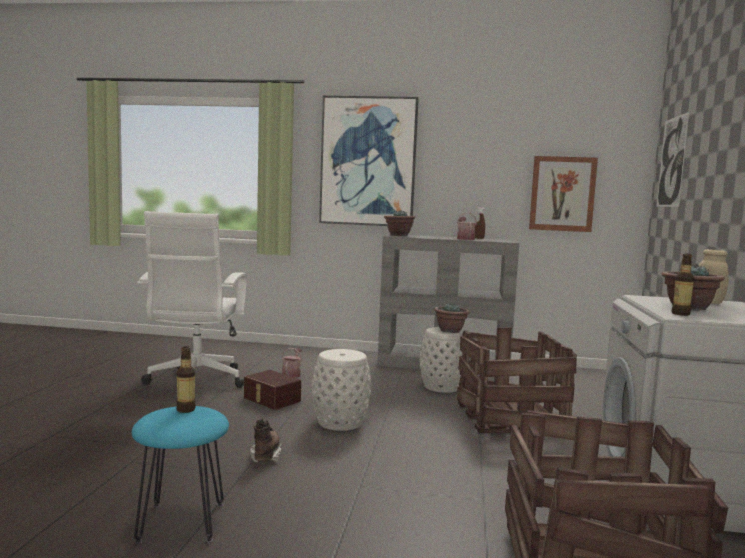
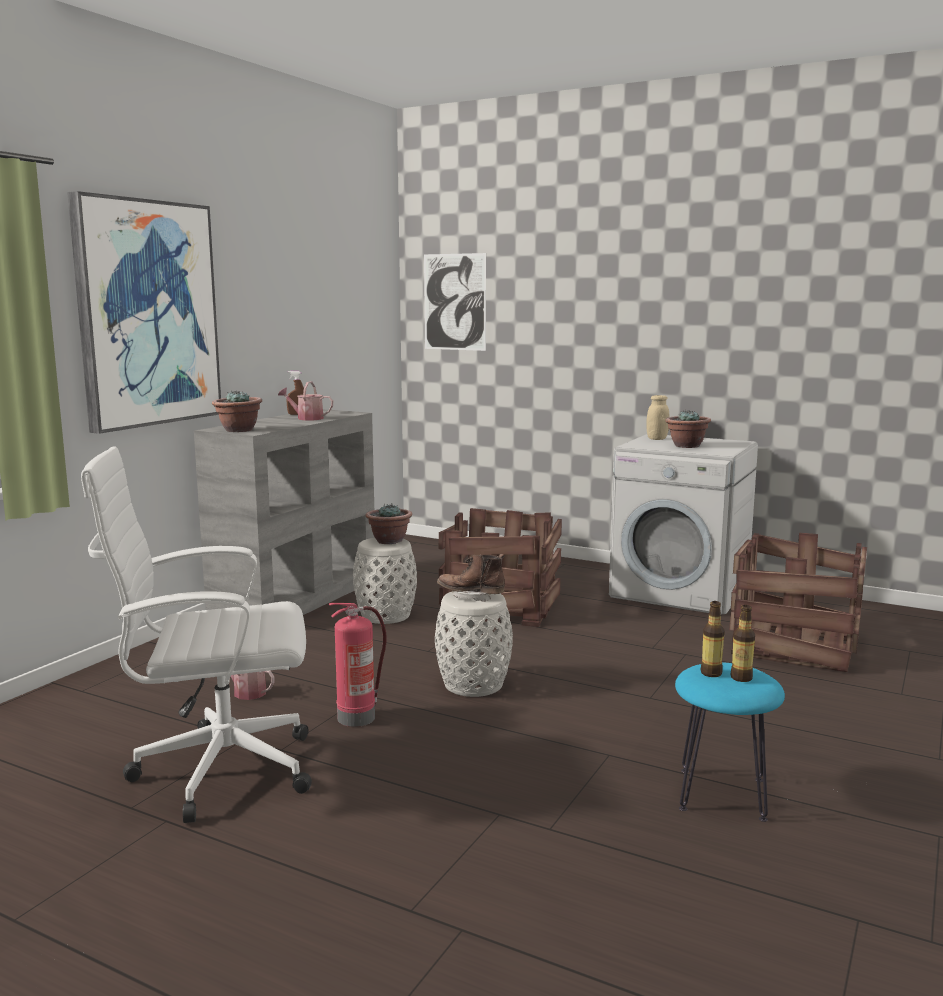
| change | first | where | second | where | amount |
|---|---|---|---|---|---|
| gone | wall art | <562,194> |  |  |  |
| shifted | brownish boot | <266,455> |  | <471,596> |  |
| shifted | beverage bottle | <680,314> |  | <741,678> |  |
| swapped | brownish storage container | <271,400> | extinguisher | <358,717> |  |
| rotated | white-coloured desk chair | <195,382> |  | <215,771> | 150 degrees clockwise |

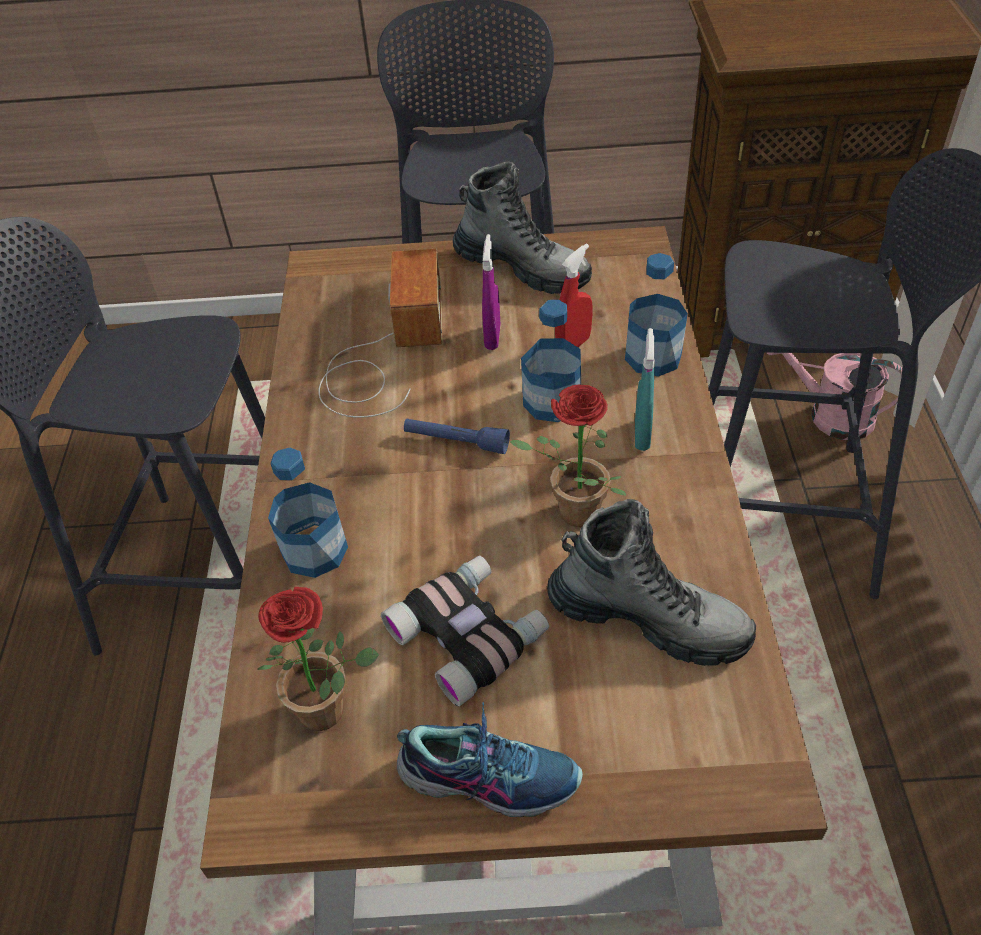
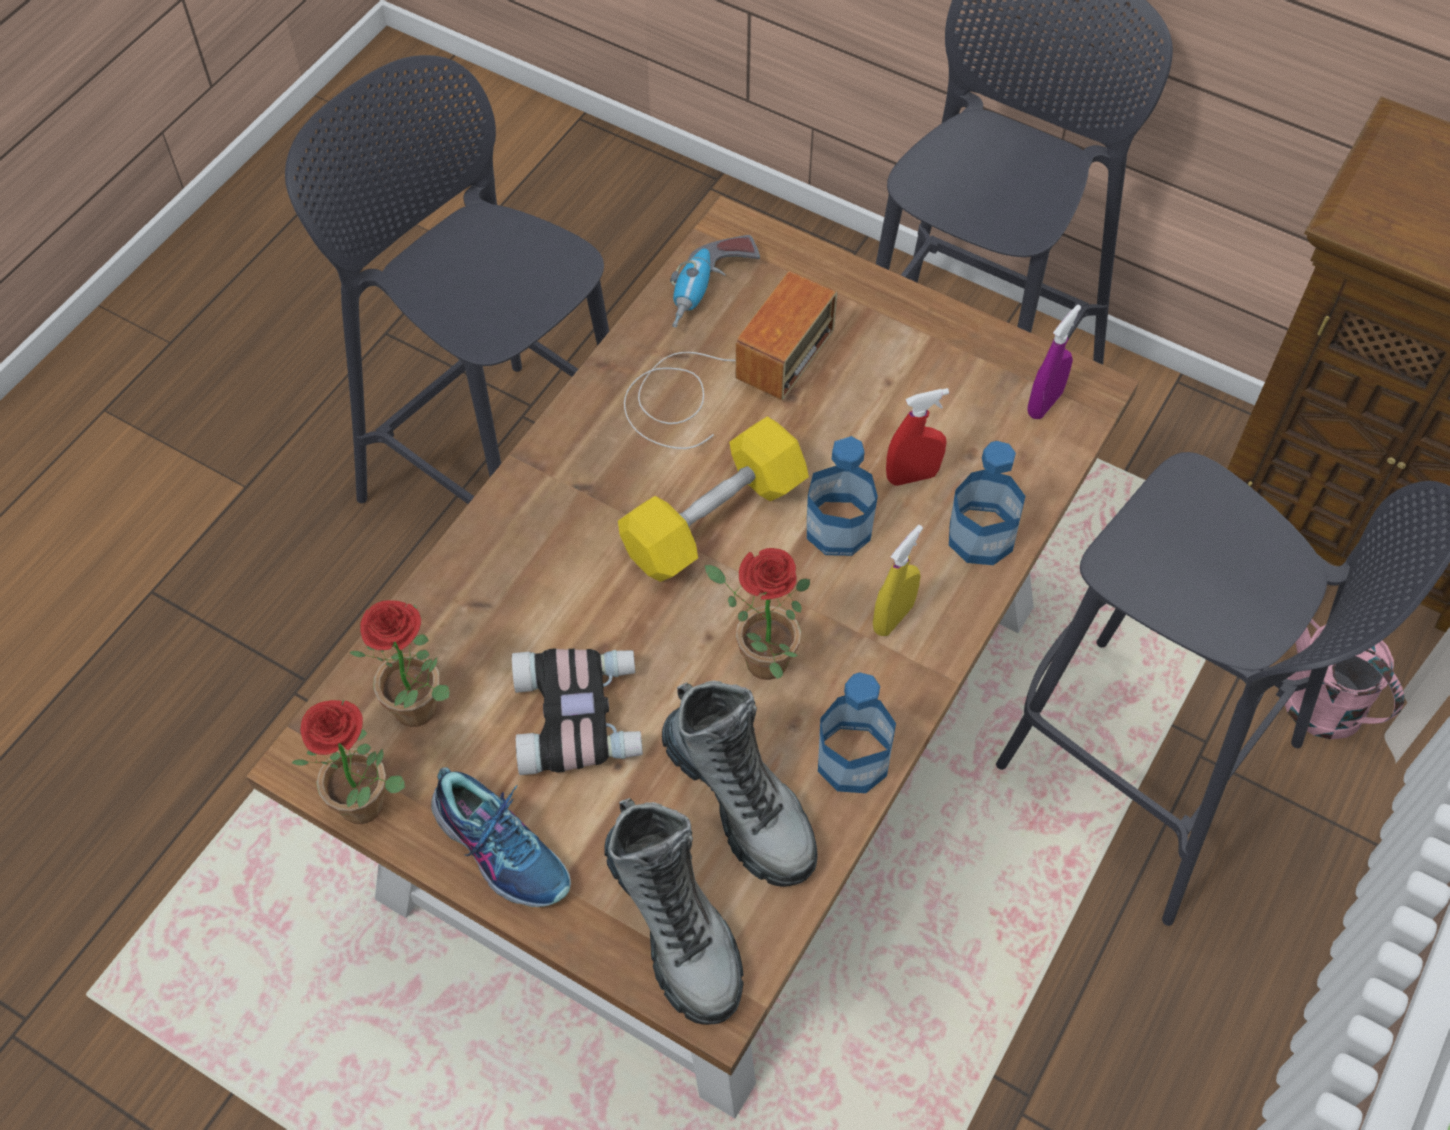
| change | first | where | second | where | amount |
|---|---|---|---|---|---|
| new |  |  | houseplant | <372,805> |  |
| new |  |  | electric drill | <710,291> |  |
| shifted | beverage bottle | <314,550> |  | <852,760> |  |
| shifted | boot | <522,268> |  | <674,925> |  |
| shifted | purple sprayer | <492,337> |  | <1044,403> |  |
| swapped | blue-coloured torch | <456,442> | yellow-coloured hand weight | <714,519> |  |
| repainted | turquoise sprayer | <642,435> | yellow-coloured sprayer | <893,617> |  |

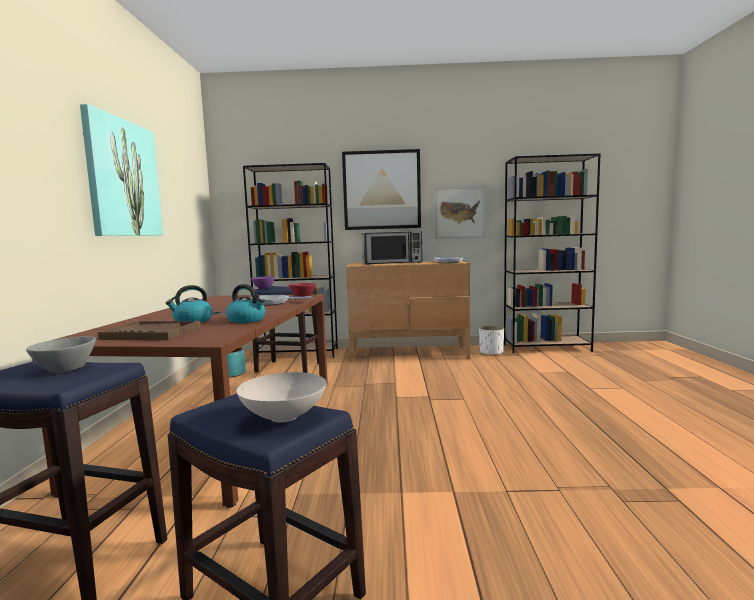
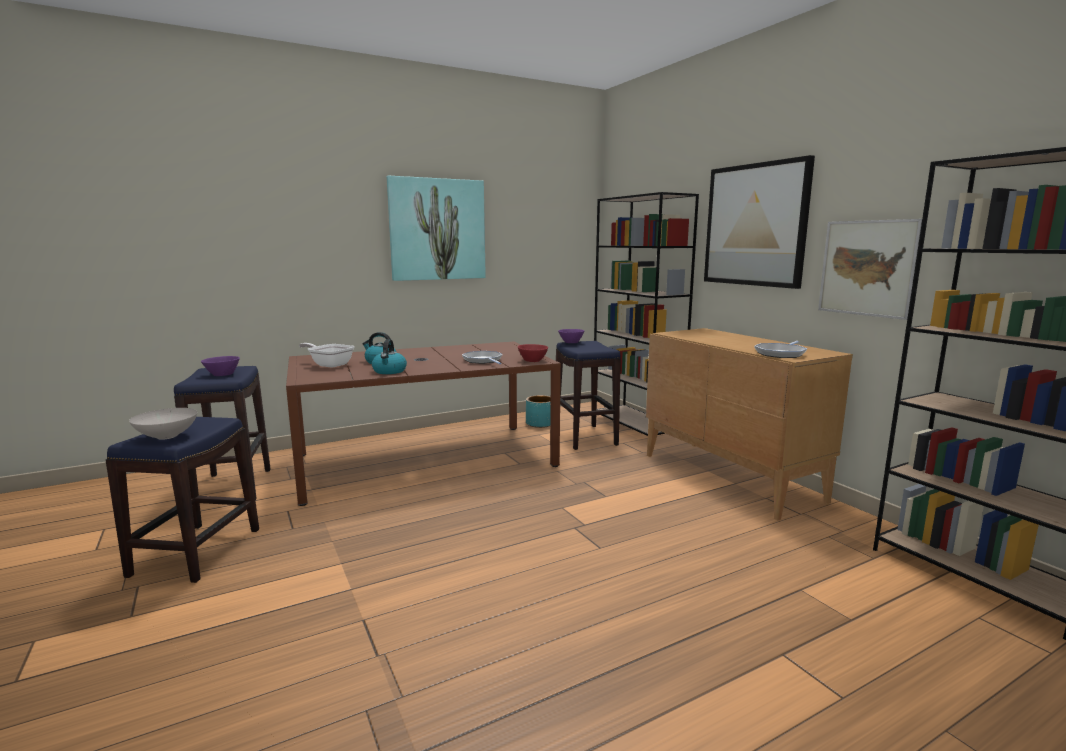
| change | first | where | second | where | amount |
|---|---|---|---|---|---|
| gone | microwave oven | <392,263> |  |  |  |
| gone | white-coloured plant pot | <491,352> |  |  |  |
| swapped | brownish carrying tray | <151,333> | skillet | <329,365> |  |
| repainted | grey deep dish | <64,369> | purple deep dish | <223,374> |  |

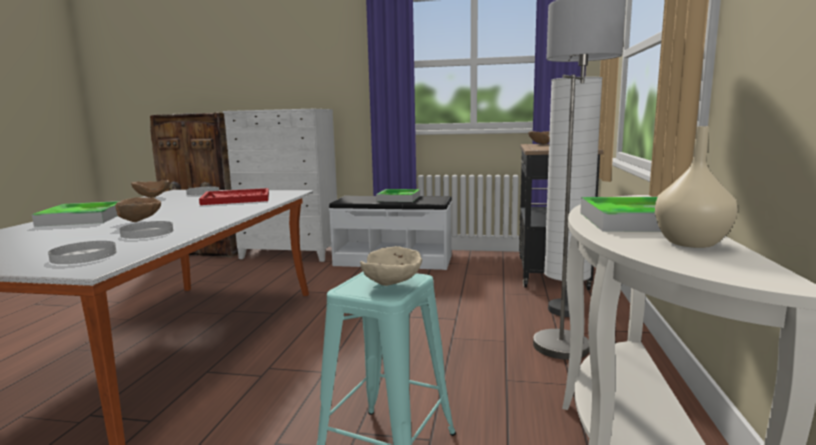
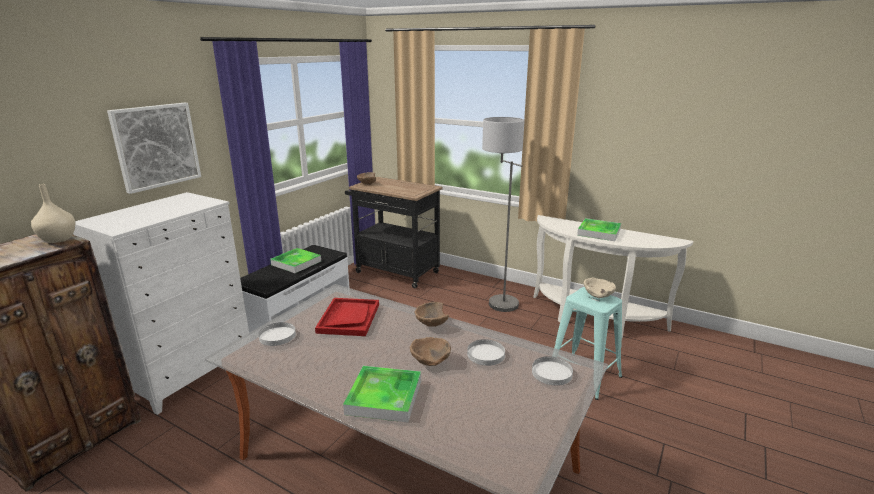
| change | first | where | second | where | amount |
|---|---|---|---|---|---|
| gone | white-coloured standing lamp | <565,310> |  |  |  |
| new |  |  | wall art | <156,146> |  |
| shifted | brownish deep dish | <152,197> |  | <431,324> |  |
| shifted | beige vase | <692,243> |  | <59,239> |  |

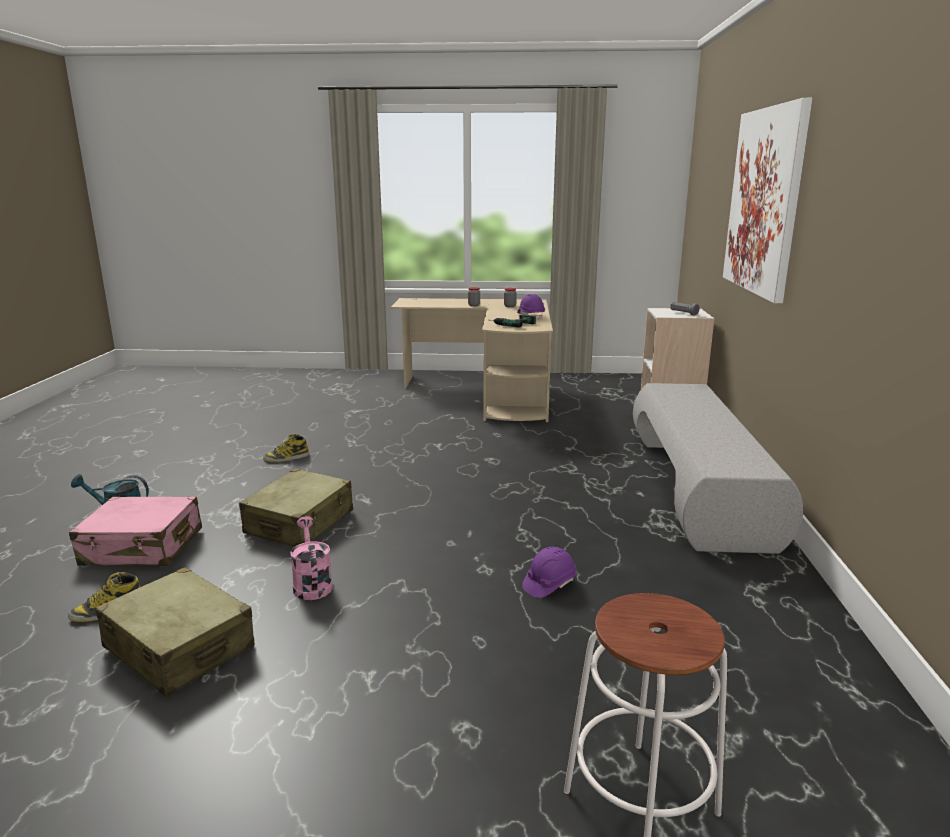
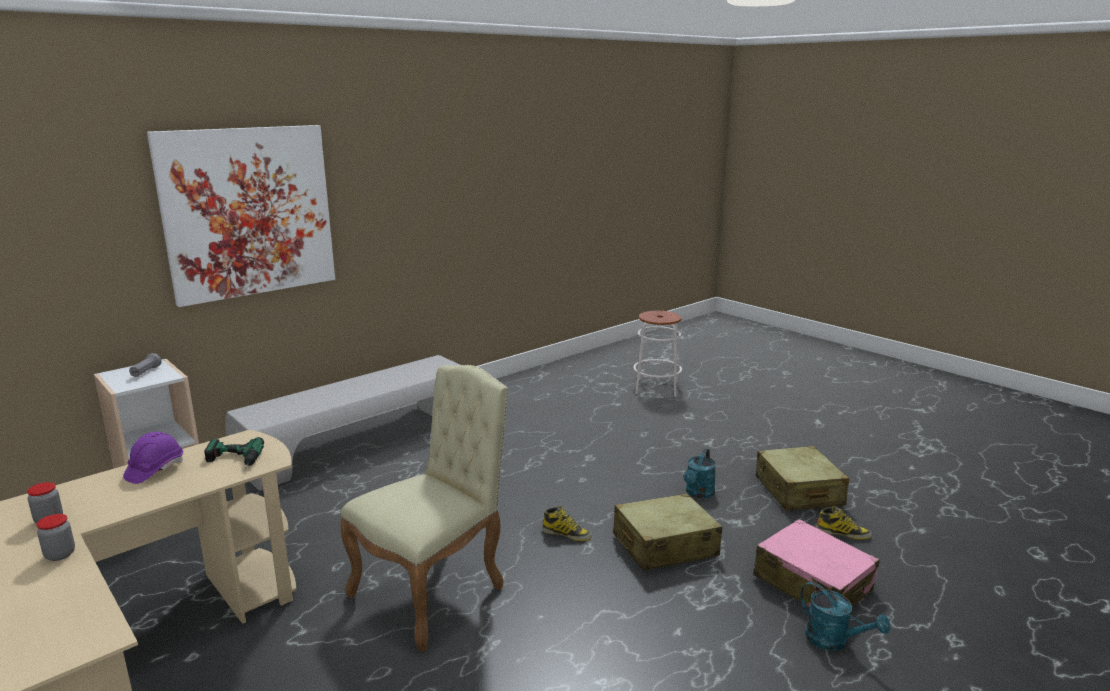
| change | first | where | second | where | amount |
|---|---|---|---|---|---|
| gone | purple work helmet | <549,584> |  |  |  |
| new |  |  | beige upright chair | <433,592> |  |
| shifted | boot | <286,458> |  | <567,534> |  |
| repainted | pinkish sprinkling can | <311,583> | turquoise sprinkling can | <698,493> |  |

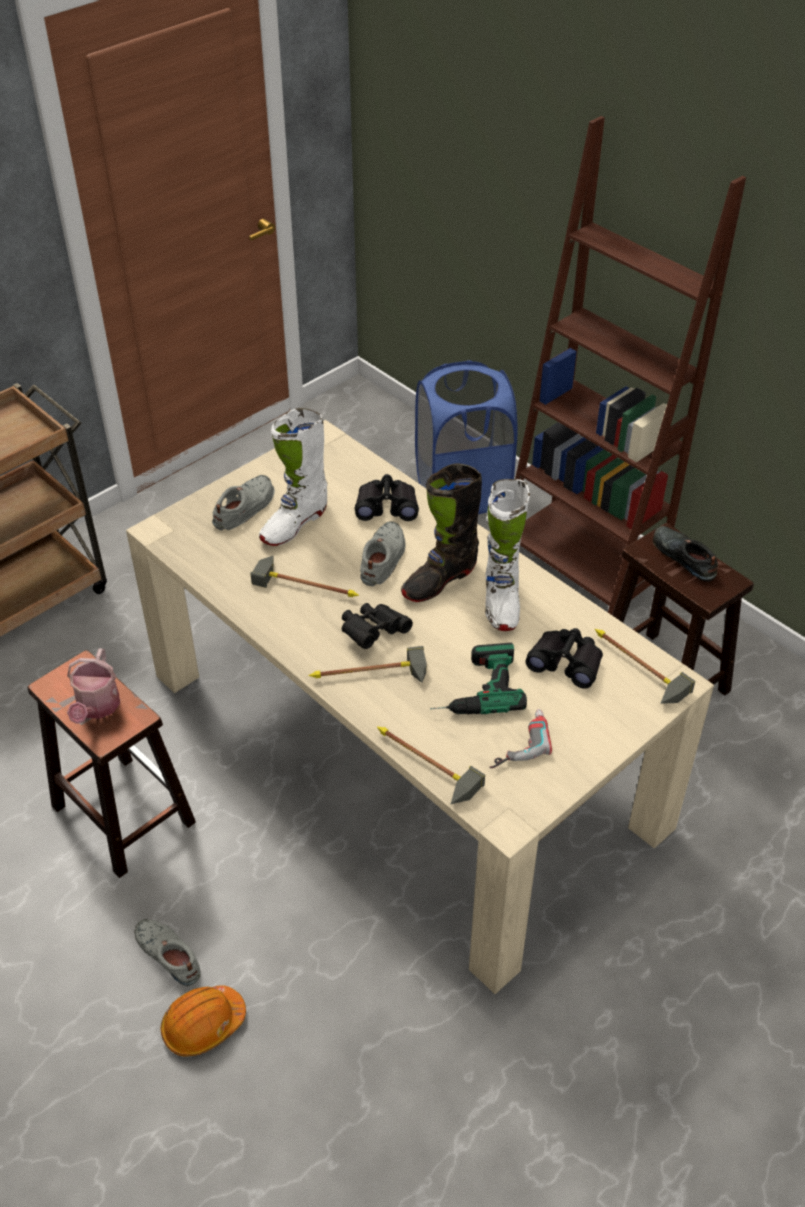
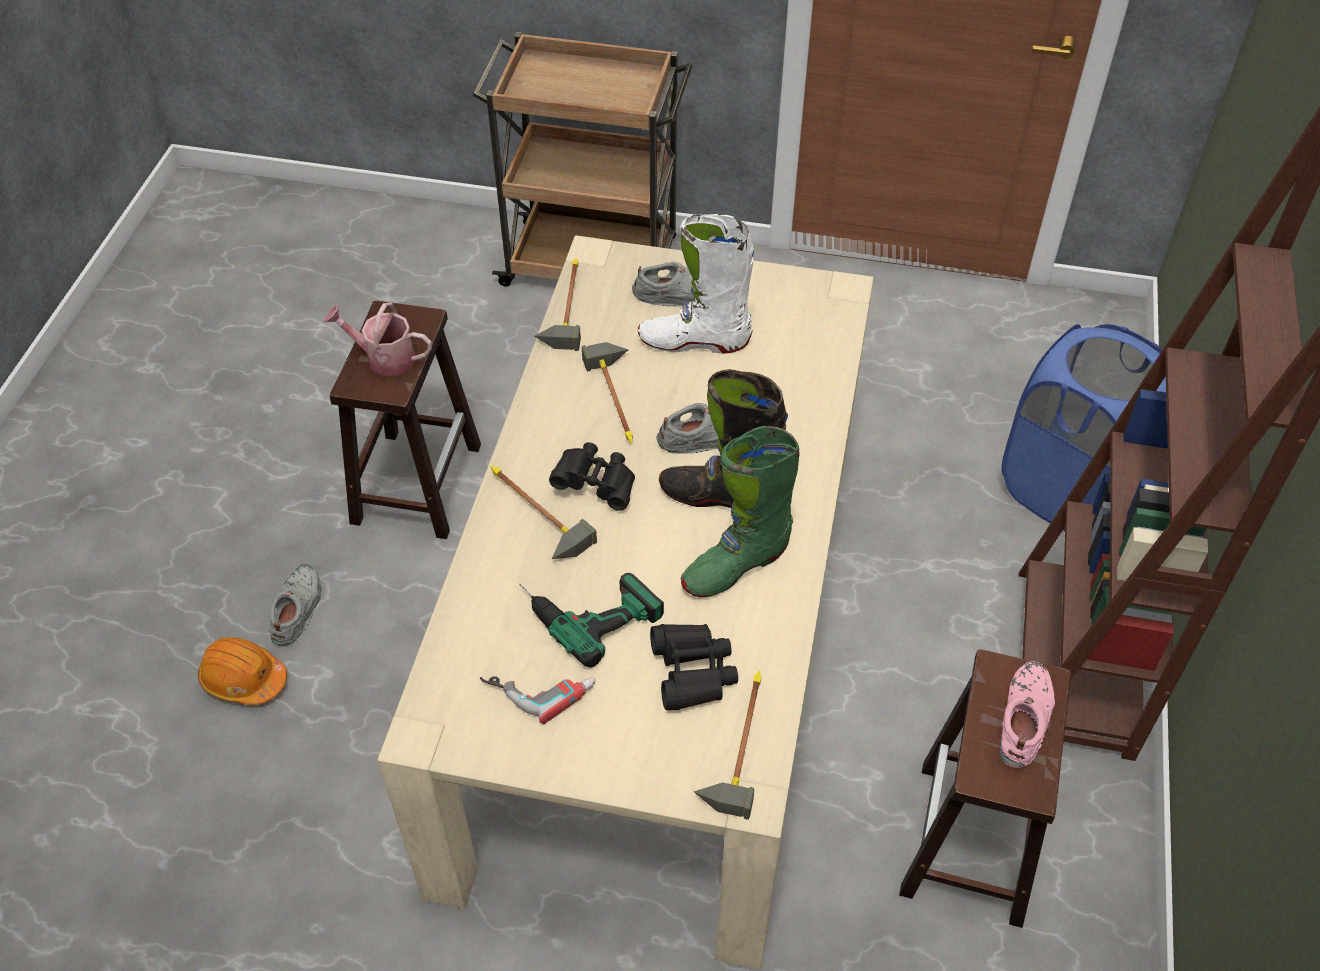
| change | first | where | second | where | amount |
|---|---|---|---|---|---|
| gone | black pair of binoculars | <387,506> |  |  |  |
| shifted | tool hammer | <420,767> |  | <563,305> |  |
| repainted | white-coloured boot | <501,601> | greenish boot | <735,565> |  |
| repainted | black low shoe | <683,557> | pinkish low shoe | <1024,717> |  |
| rotated | sprinkling can | <96,707> |  | <384,358> | 45 degrees clockwise |

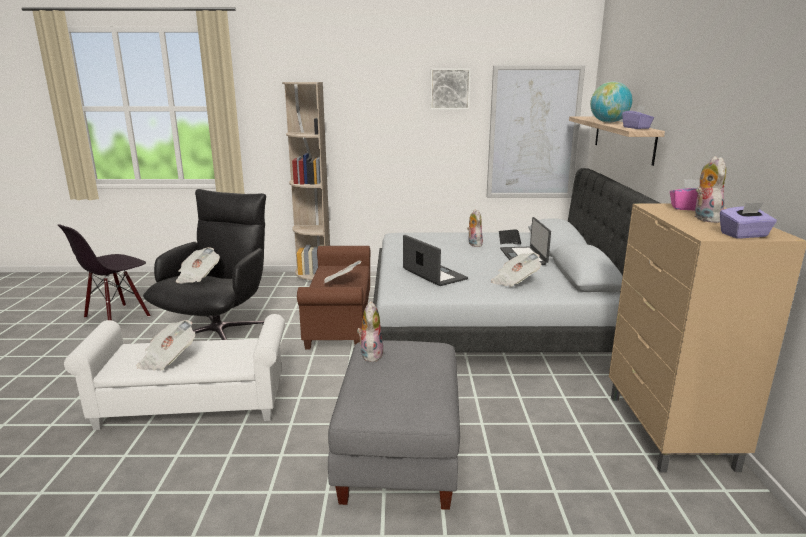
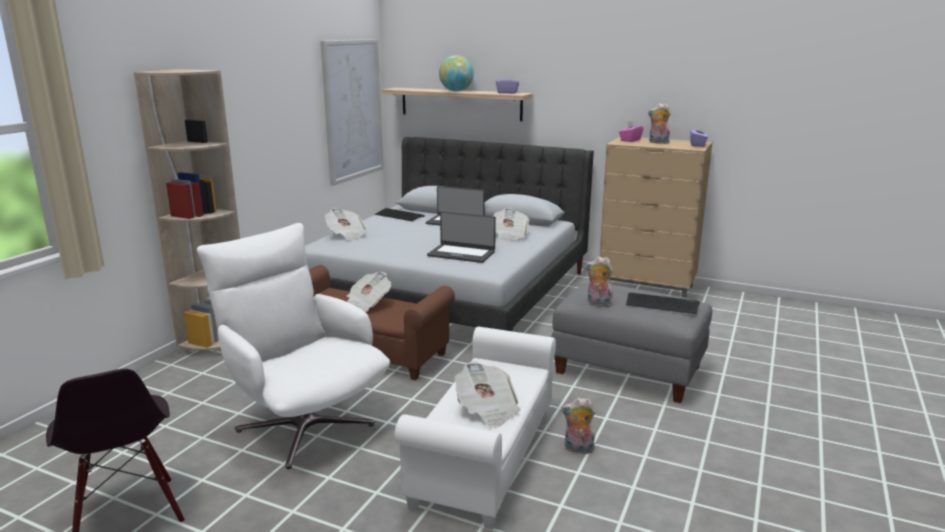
| change | first | where | second | where | amount |
|---|---|---|---|---|---|
| gone | wall art | <449,89> |  |  |  |
| new |  |  | PC keyboard | <662,304> |  |
| shifted | printed paper | <197,277> |  | <346,235> |  |
| shifted | soft toy | <473,244> |  | <578,449> |  |
| repainted | black easy chair | <218,332> | white-coloured easy chair | <305,427> |  |
| rotated | laptop | <433,274> |  | <461,254> | 150 degrees counterclockwise |

